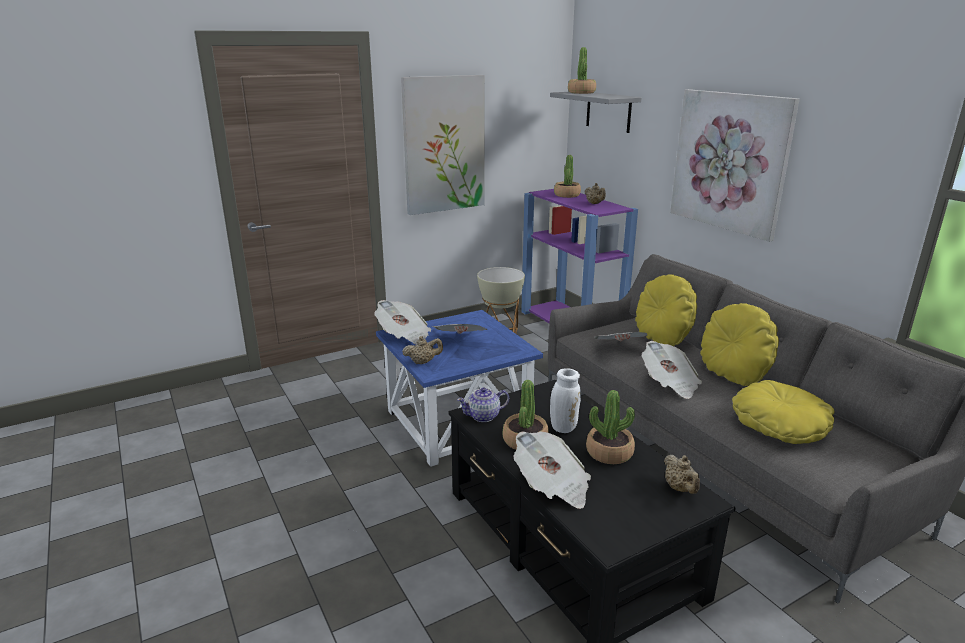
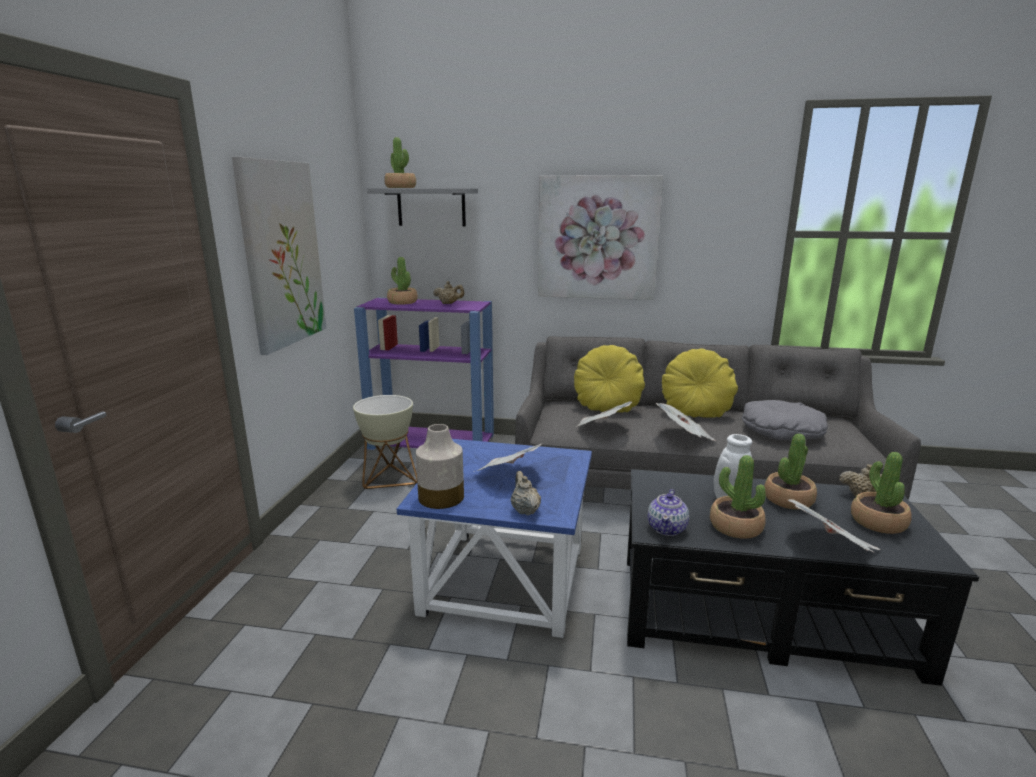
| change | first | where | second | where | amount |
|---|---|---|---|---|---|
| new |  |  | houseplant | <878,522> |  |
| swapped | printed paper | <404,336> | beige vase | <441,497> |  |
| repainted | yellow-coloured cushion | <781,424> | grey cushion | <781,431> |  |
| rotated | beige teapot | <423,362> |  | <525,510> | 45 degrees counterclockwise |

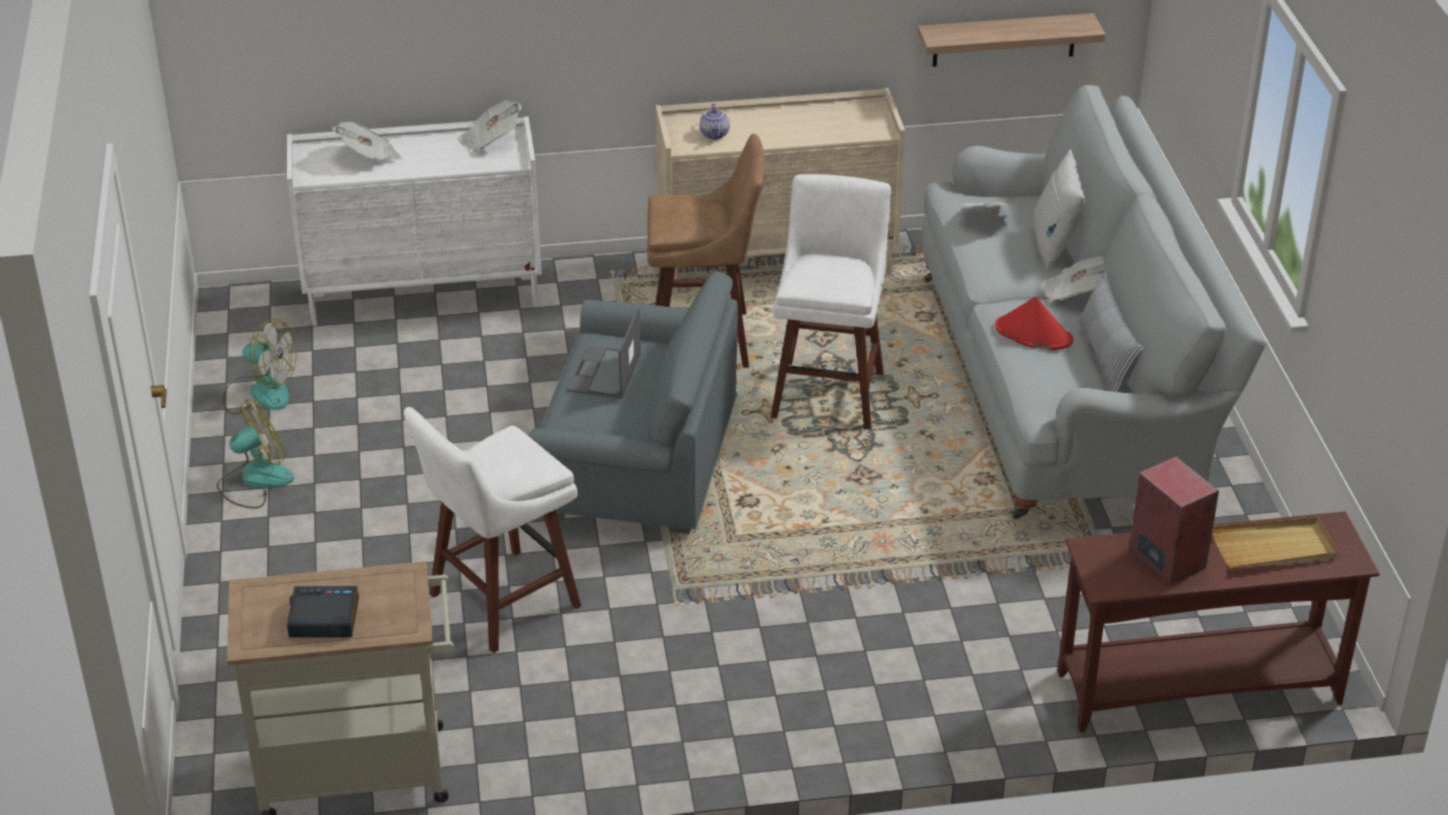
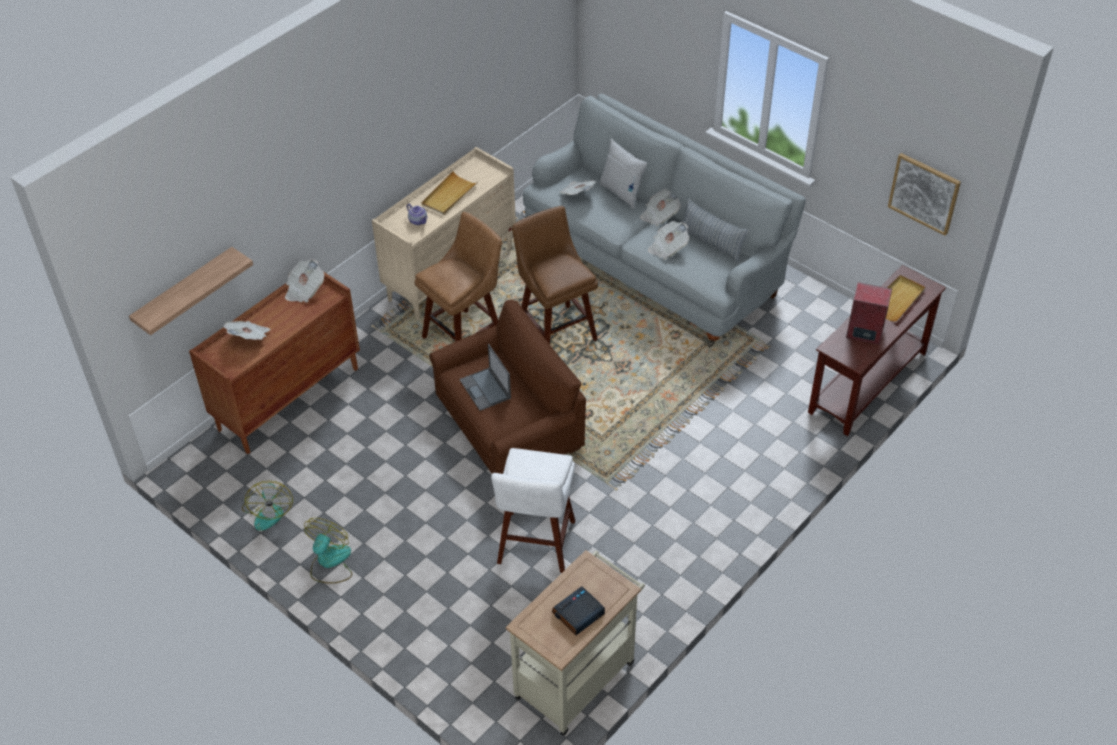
| change | first | where | second | where | amount |
|---|---|---|---|---|---|
| new |  |  | beige carrying tray | <449,195> |  |
| new |  |  | wall art | <924,193> |  |
| shifted | shelf | <1004,40> |  | <184,292> |  |
| swapped | reddish clothing hat | <1033,334> | printed paper | <667,248> |  |
| repainted | white-coloured cupboard | <425,296> | brownish cupboard | <289,398> |  |
| repainted | grey easy chair | <638,459> | brownish easy chair | <509,424> |  |
| repainted | white-coloured stool | <828,392> | brownish stool | <555,331> |  |
| rotated | fan | <260,392> |  | <268,511> | 105 degrees clockwise |

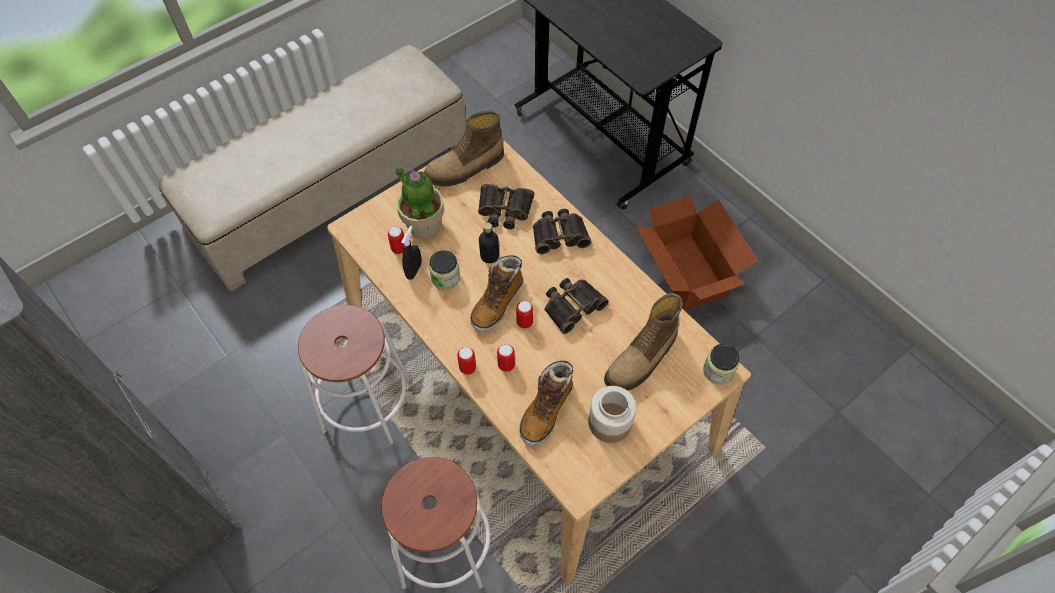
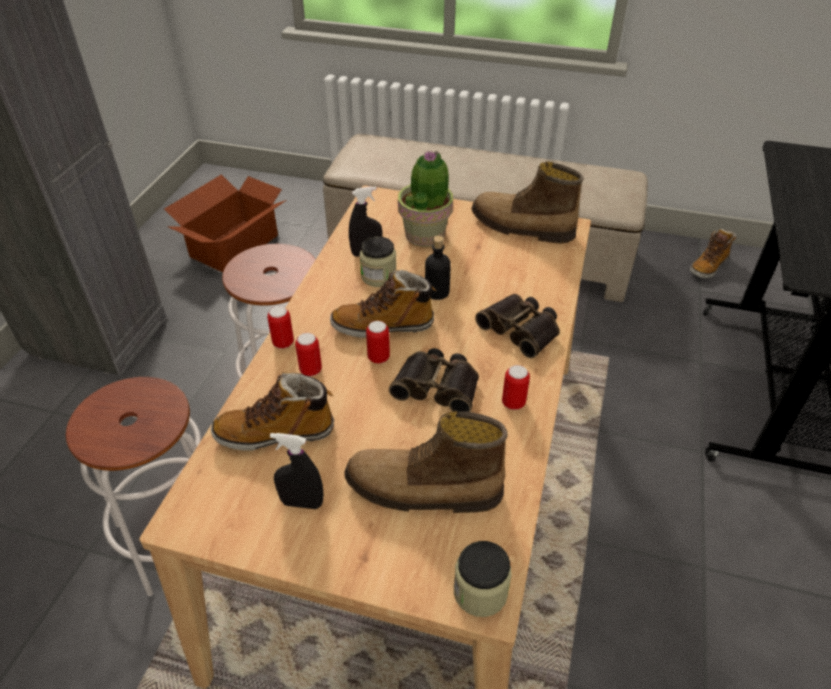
| change | first | where | second | where | amount |
|---|---|---|---|---|---|
| gone | pair of binoculars | <504,210> |  |  |  |
| new |  |  | boot | <708,266> |  |
| shifted | metal can | <399,249> |  | <513,403> |  |
| shifted | carton | <686,273> |  | <233,246> |  |
| swapped | storage jar | <609,422> | black sprayer | <302,503> |  |

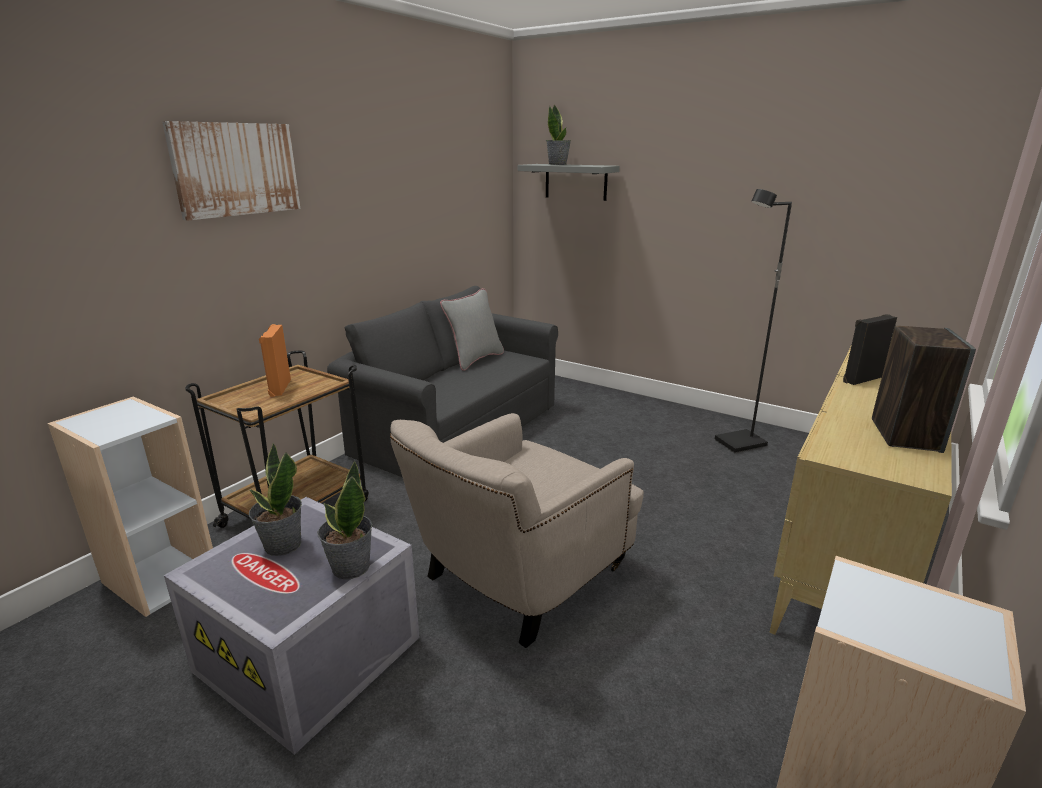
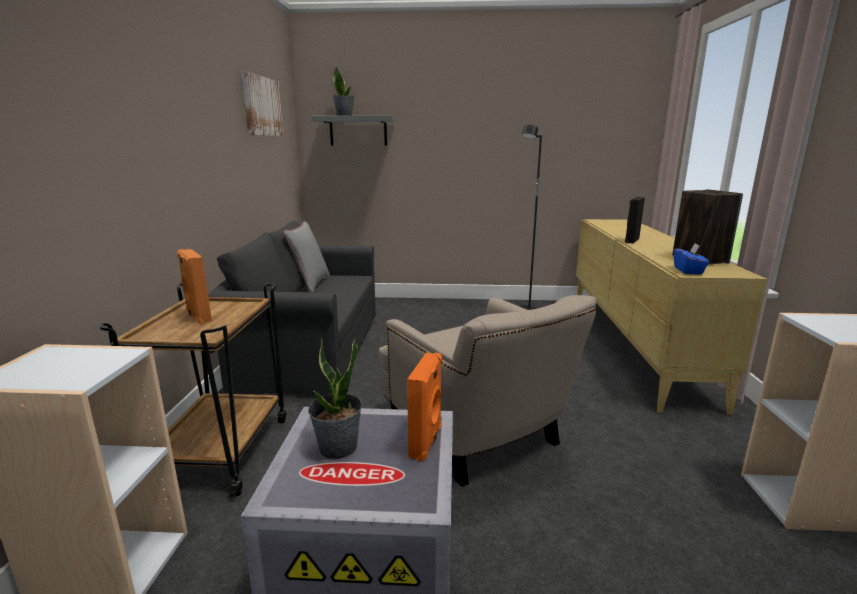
| change | first | where | second | where | amount |
|---|---|---|---|---|---|
| new |  |  | blue-coloured tissue holder | <688,271> |  |
| shifted | wall art | <236,169> |  | <262,106> |  |
| swapped | houseplant | <350,567> | orange-coloured audio speaker | <427,442> |  |
| rotated | beige easy chair | <518,577> |  | <477,434> | 45 degrees counterclockwise |

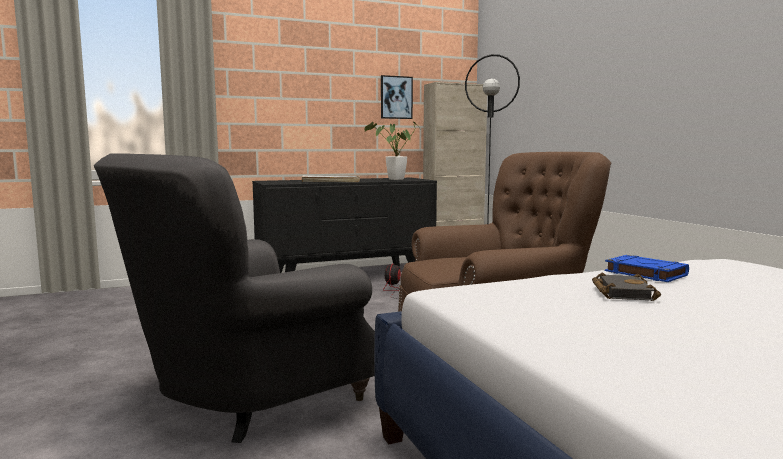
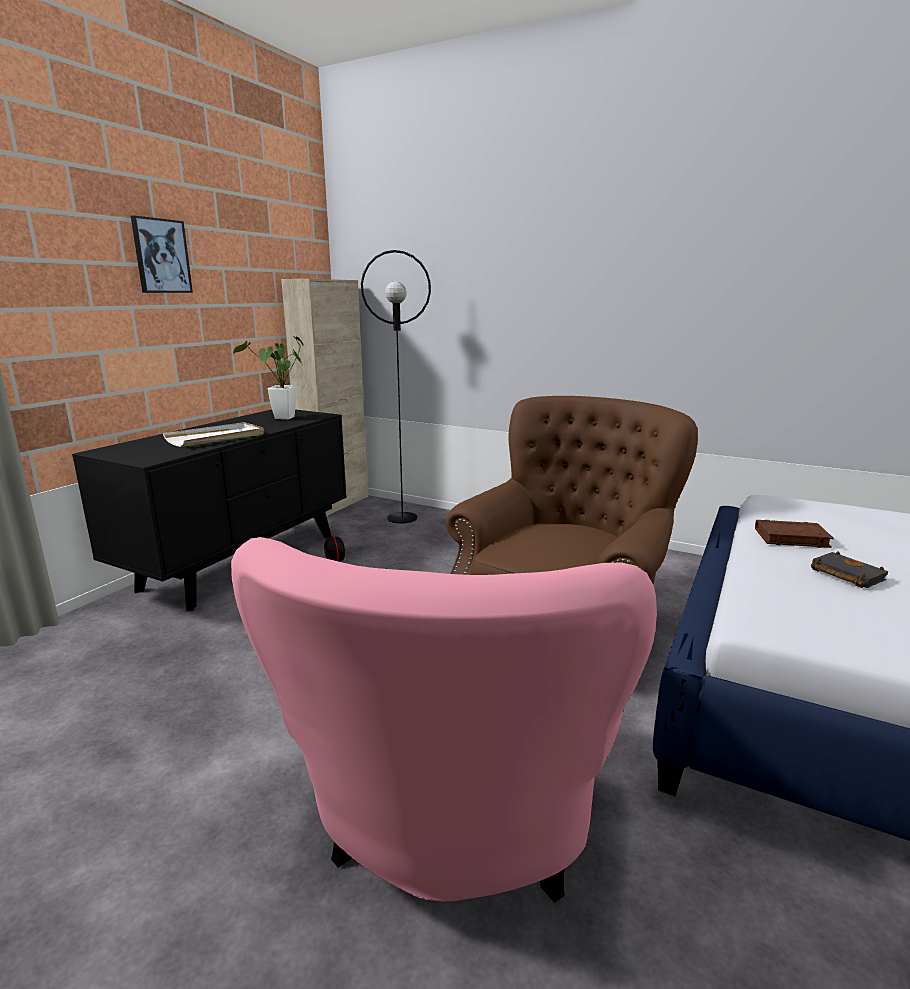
| change | first | where | second | where | amount |
|---|---|---|---|---|---|
| shifted | wall art | <396,97> |  | <161,256> |  |
| repainted | grey easy chair | <246,398> | pinkish easy chair | <454,824> |  |
| repainted | blue-coloured volume | <644,273> | brownish volume | <790,538> |  |

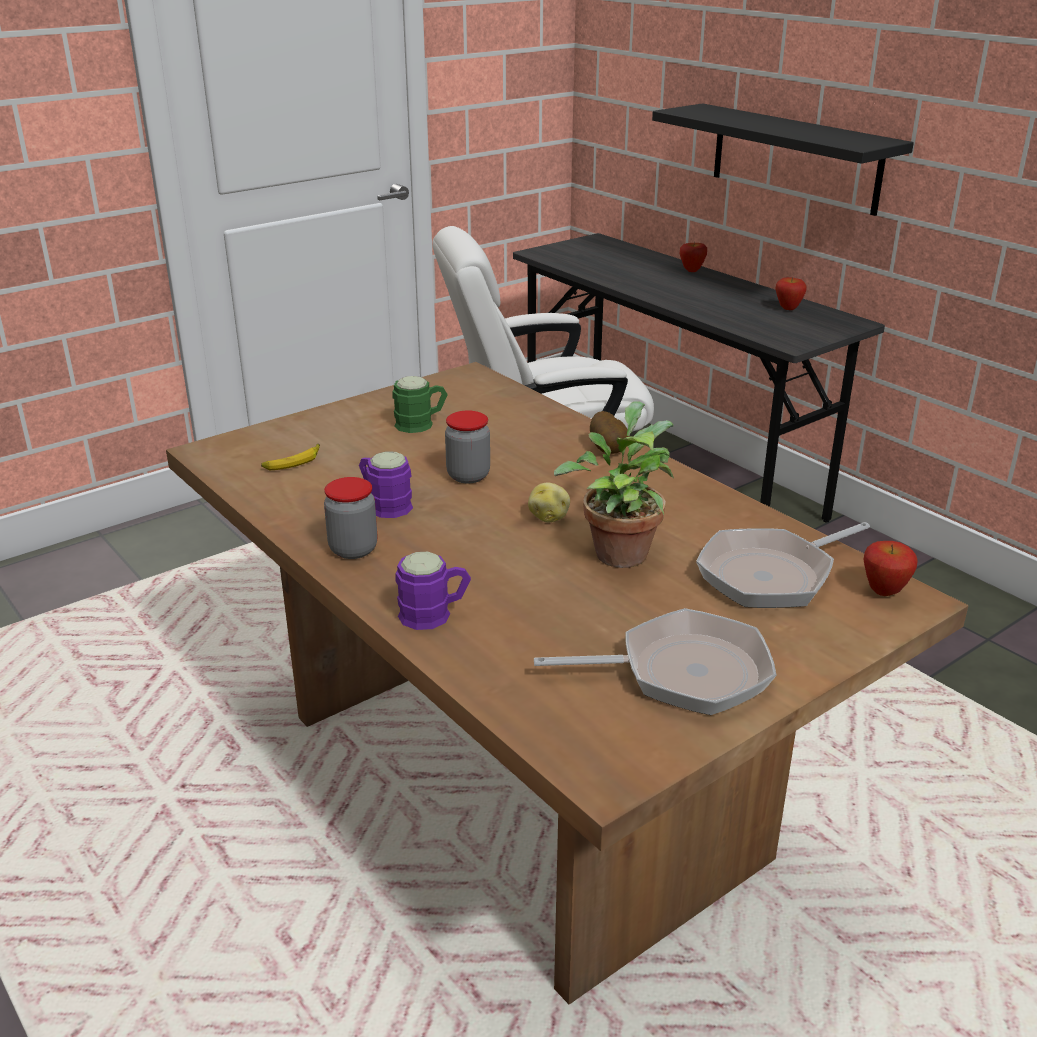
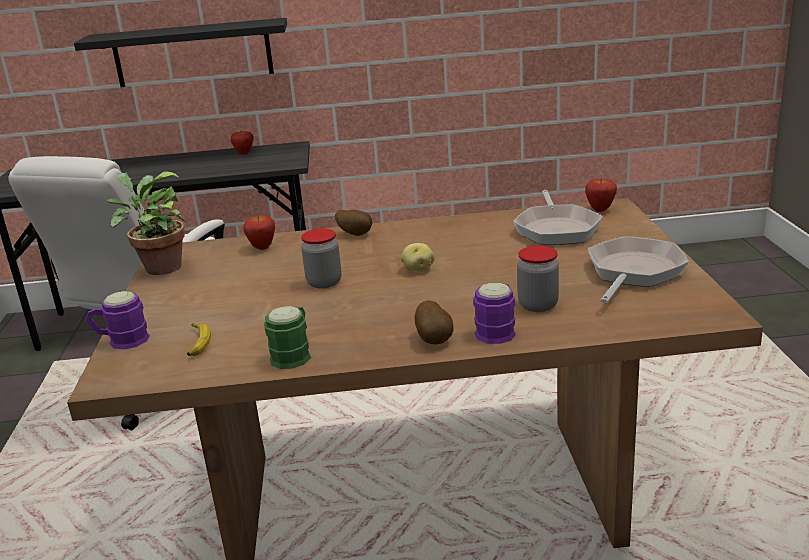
| change | first | where | second | where | amount |
|---|---|---|---|---|---|
| new |  |  | potato | <435,340> |  |
| shifted | storage jar | <353,549> |  | <538,305> |  |
| shifted | purple coffee mug | <384,504> |  | <121,341> |  |
| shifted | greenish coffee mug | <421,424> |  | <294,354> |  |
| shifted | houseplant | <619,550> |  | <159,267> |  |
| shifted | apple fruit | <691,271> |  | <262,248> |  |

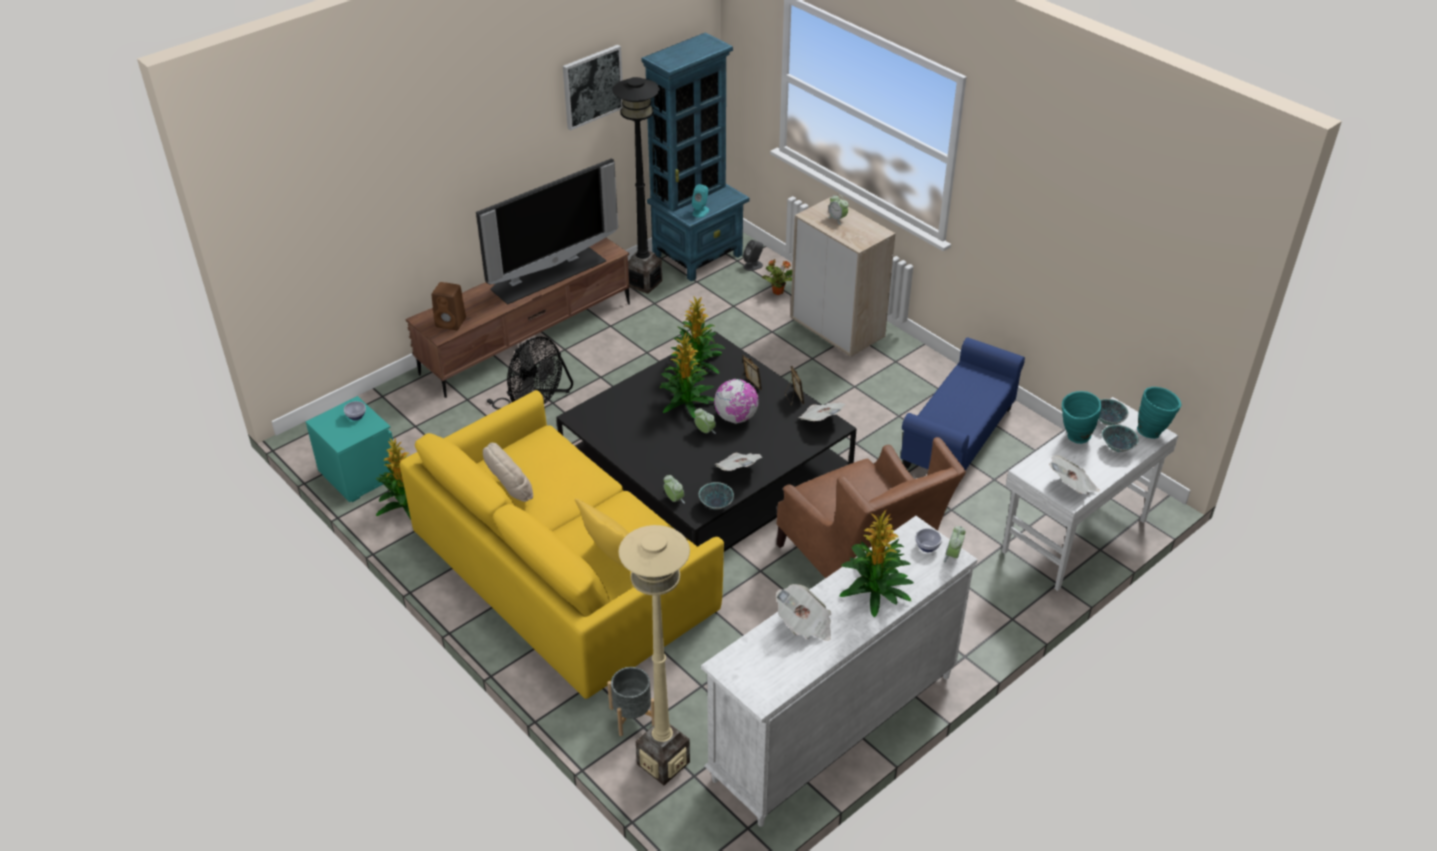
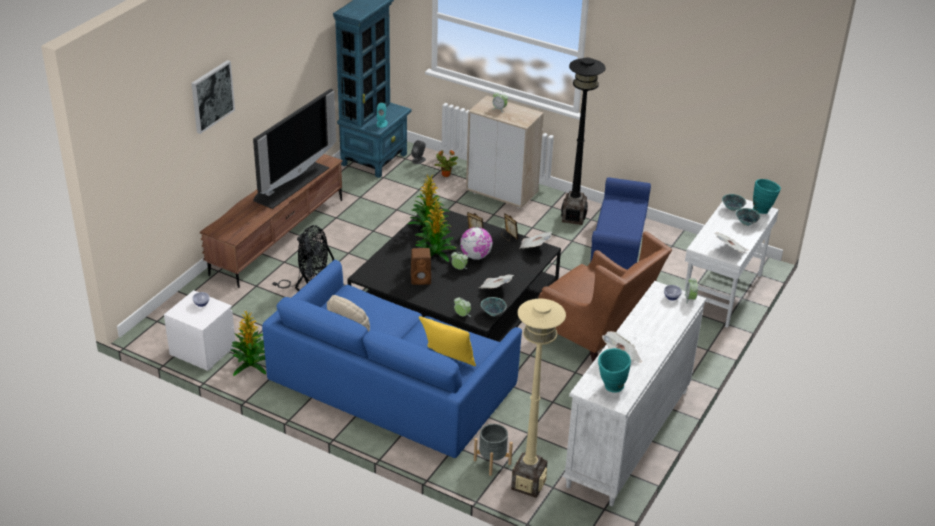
| change | first | where | second | where | amount |
|---|---|---|---|---|---|
| gone | houseplant | <874,591> |  |  |  |
| shifted | brownish audio speaker | <452,322> |  | <421,279> |  |
| shifted | wall art | <592,86> |  | <212,96> |  |
| shifted | black standing lamp | <644,283> |  | <573,218> |  |
| shifted | turquoise vase | <1074,438> |  | <611,388> |  |
| repainted | turquoise nightstand | <358,475> | white-coloured nightstand | <202,352> |  |
| repainted | yellow-coloured couch | <562,568> | blue-coloured couch | <391,382> |  |

